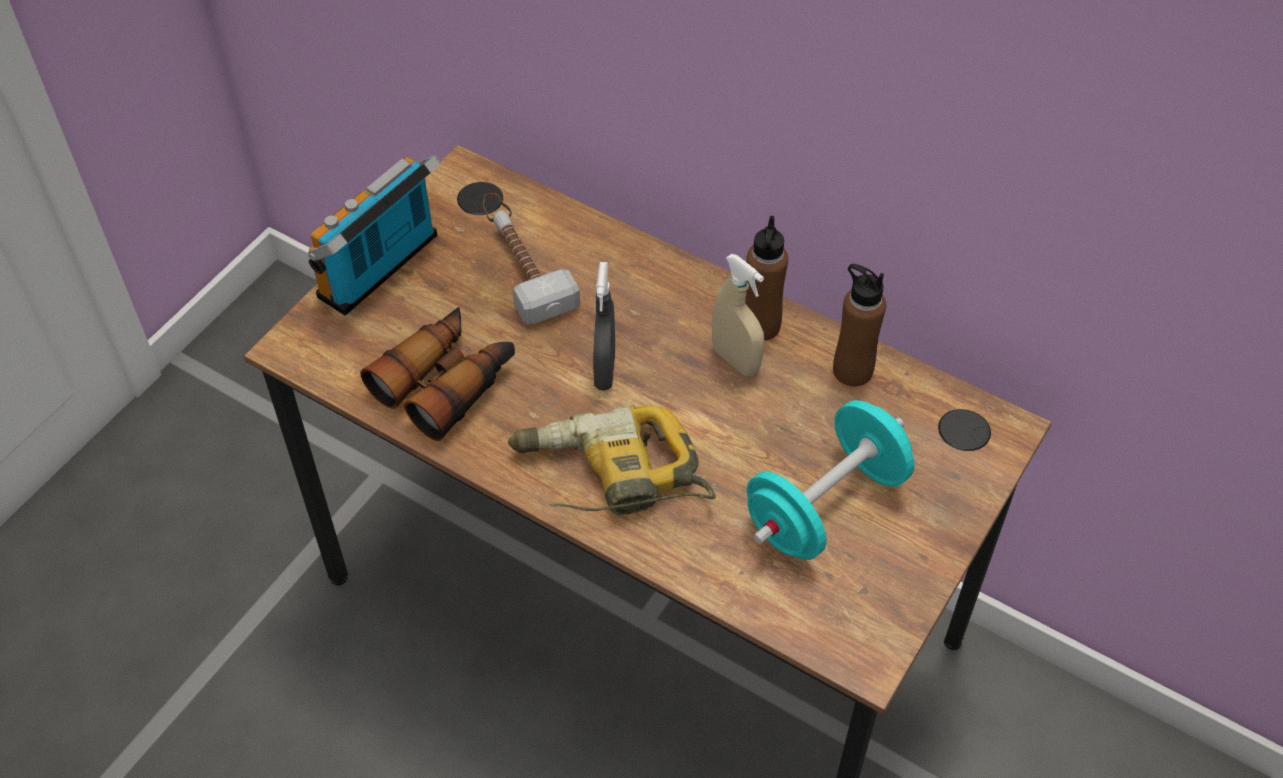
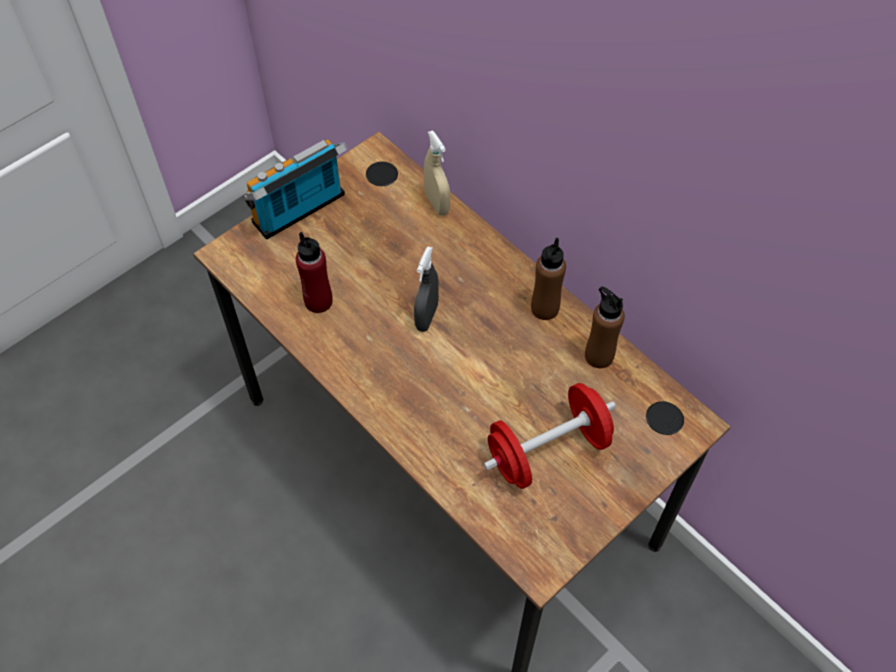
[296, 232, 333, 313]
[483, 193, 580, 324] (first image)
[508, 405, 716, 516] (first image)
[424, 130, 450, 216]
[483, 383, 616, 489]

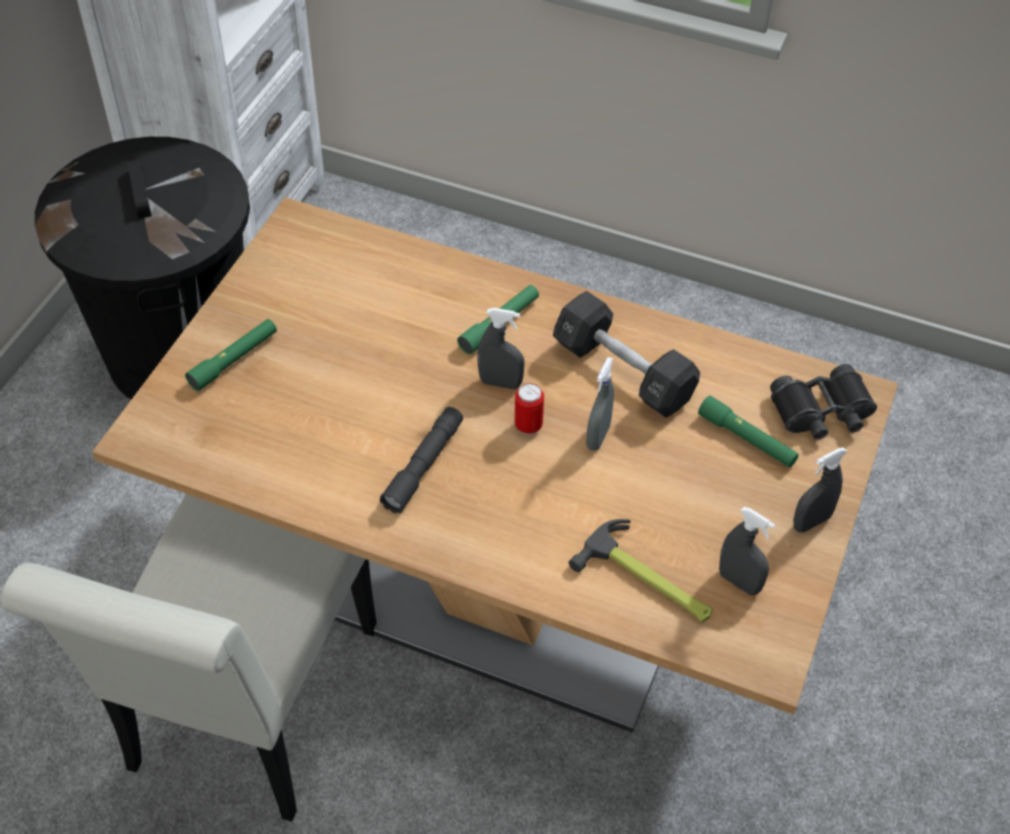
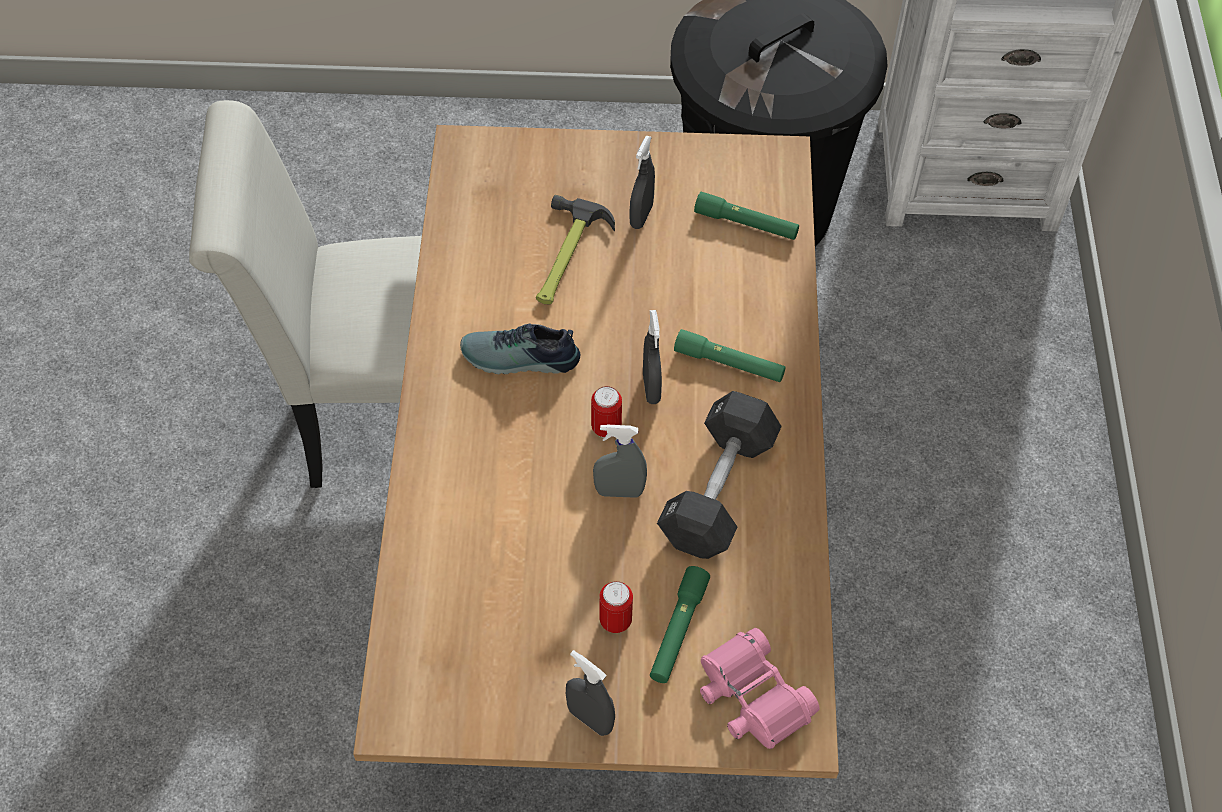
[694, 192, 799, 240]
[460, 324, 580, 374]
[536, 195, 615, 304]
[630, 135, 655, 229]
[700, 628, 820, 749]
[599, 581, 633, 633]

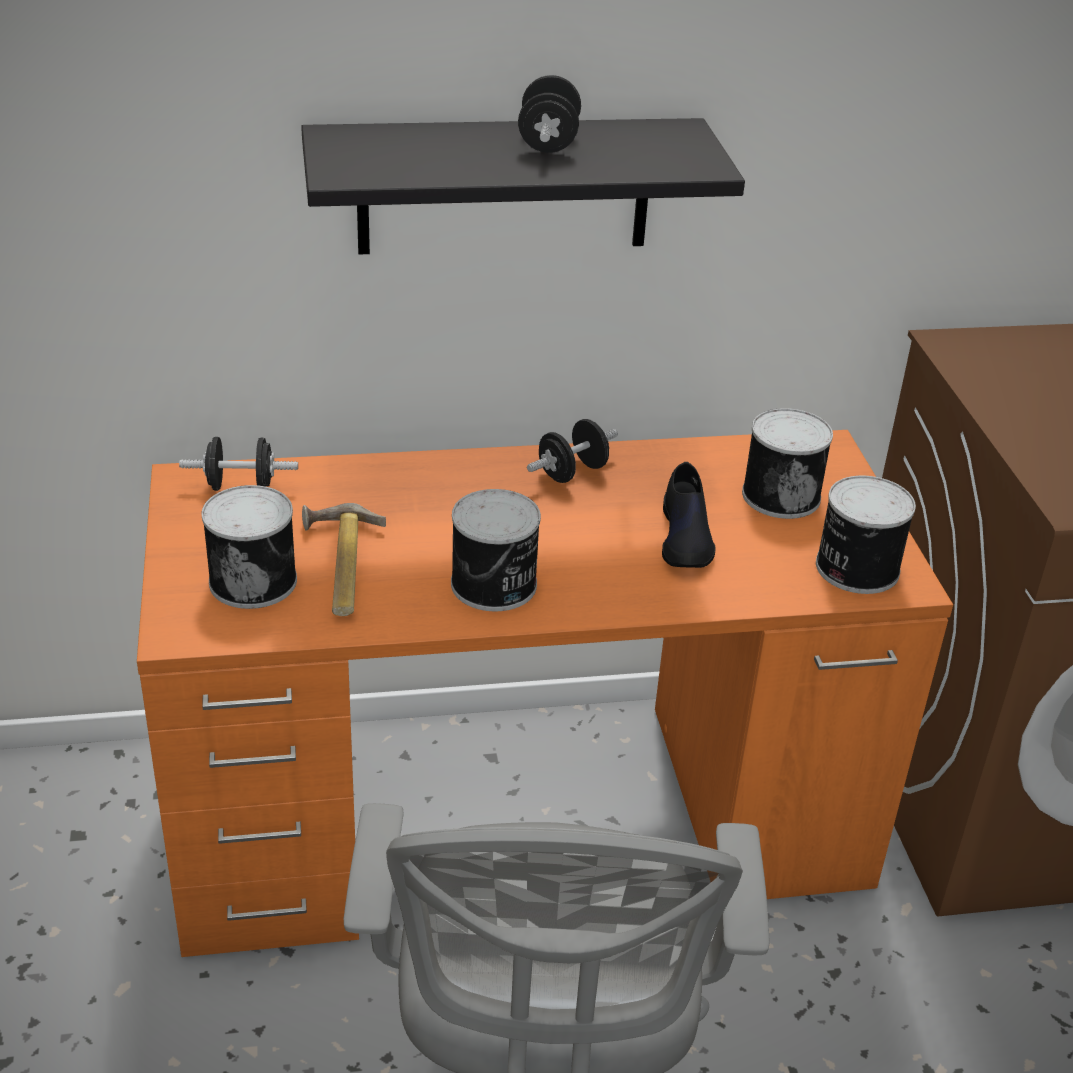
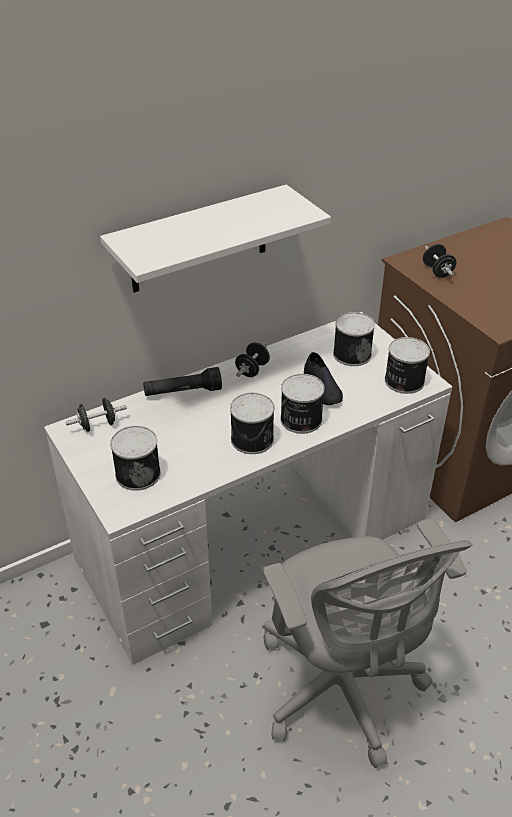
[44, 312, 453, 665]
[100, 185, 331, 293]
[302, 503, 386, 616] (first image)
[423, 244, 456, 278]
[143, 367, 222, 396]
[280, 374, 325, 434]

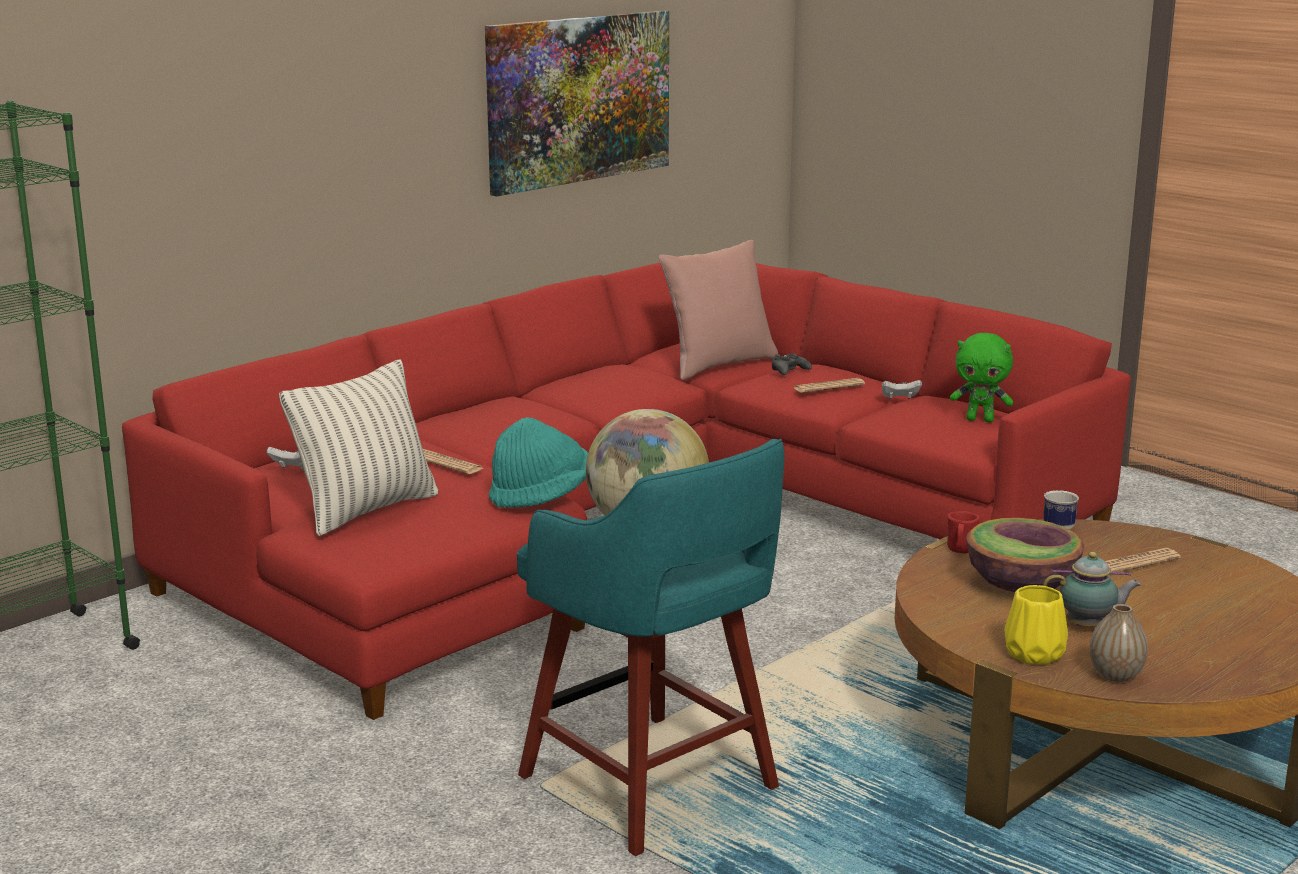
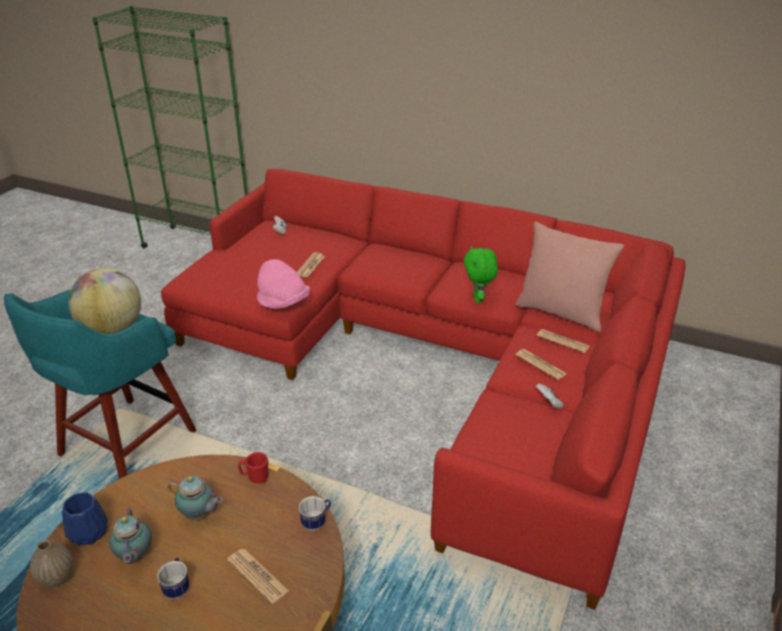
[279, 359, 438, 536] (first image)
[485, 10, 669, 196] (first image)
[257, 259, 310, 309]
[537, 329, 590, 353]
[464, 246, 498, 303]
[168, 475, 223, 520]
[62, 492, 108, 546]
[157, 557, 189, 599]

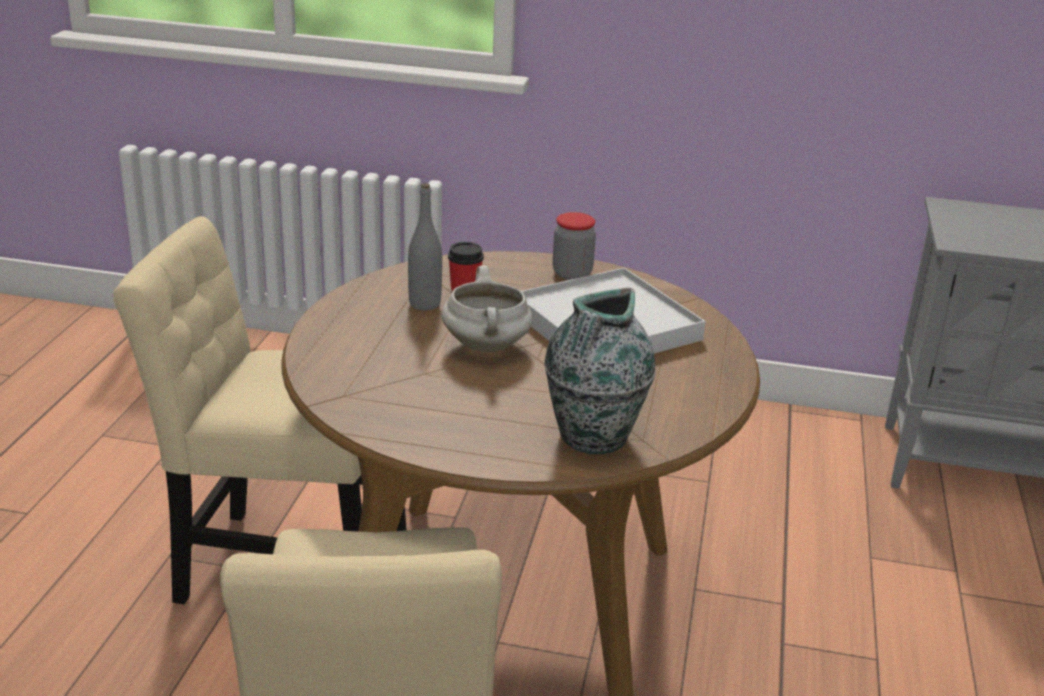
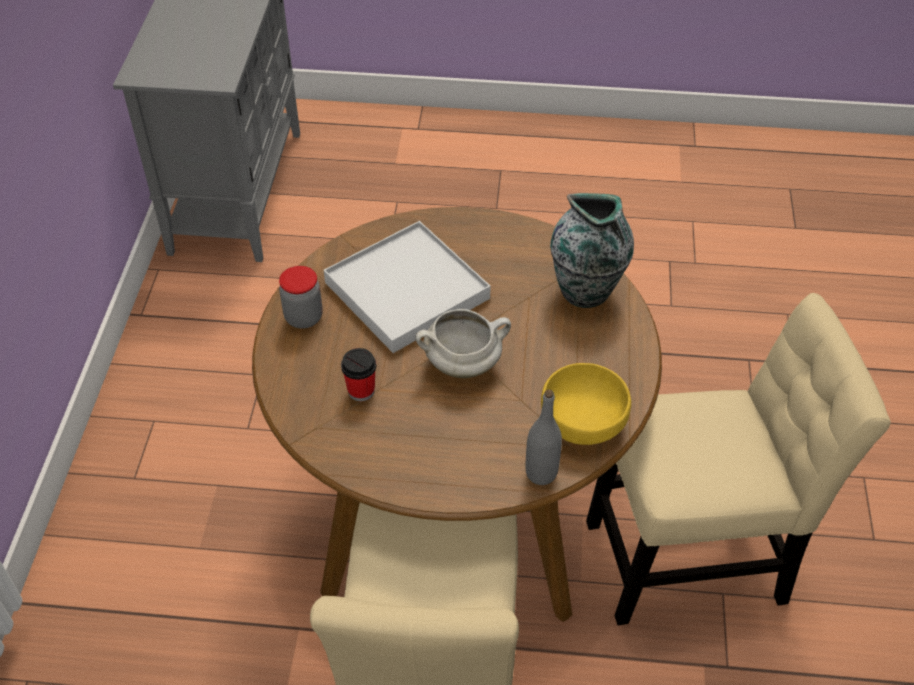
[525, 390, 562, 485]
[541, 363, 631, 445]

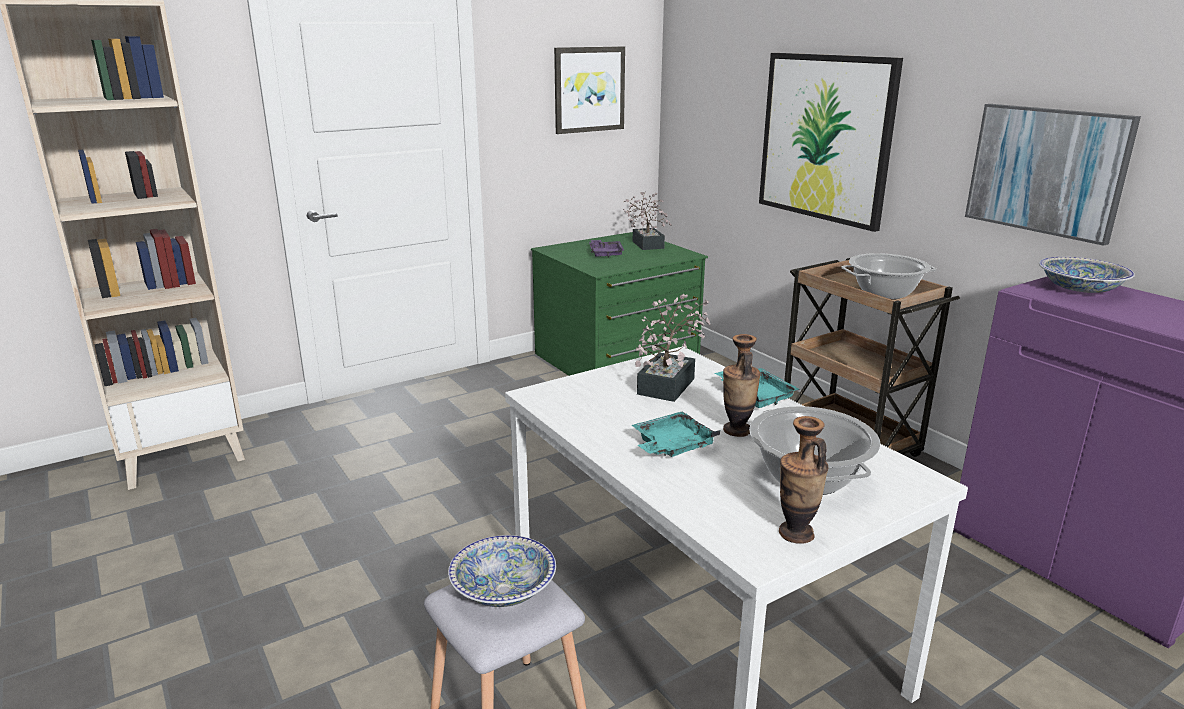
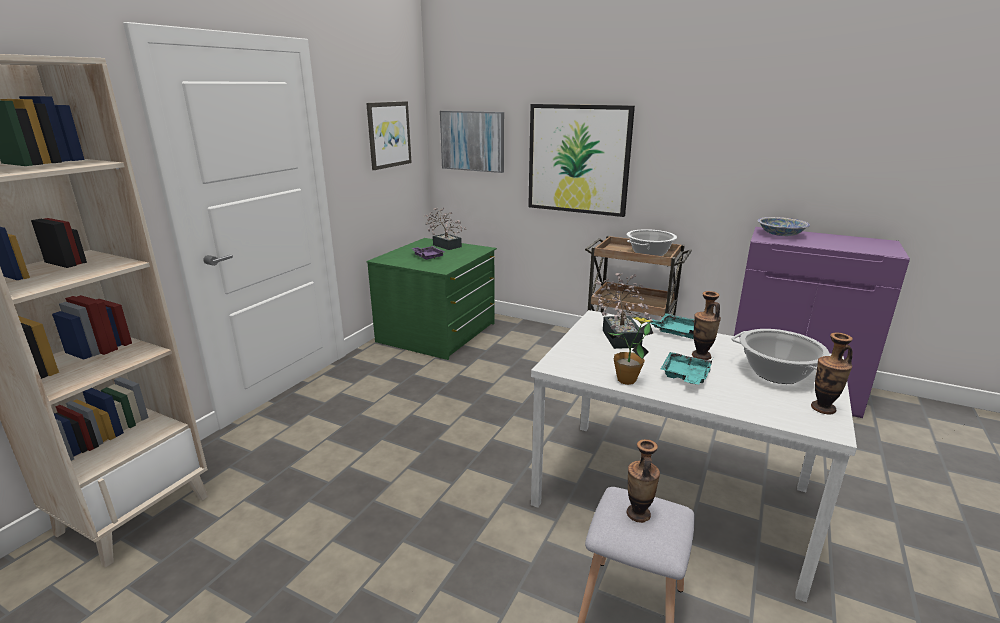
[627, 439, 660, 523]
[440, 111, 504, 173]
[607, 317, 653, 385]

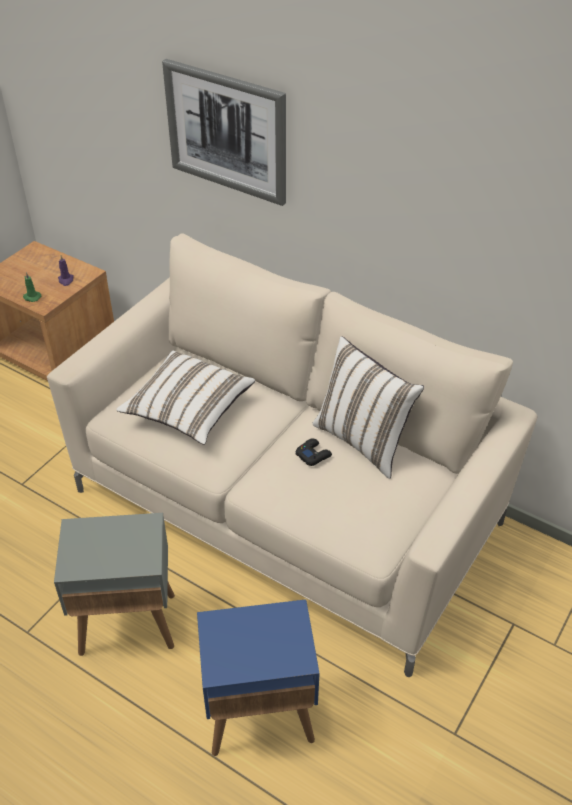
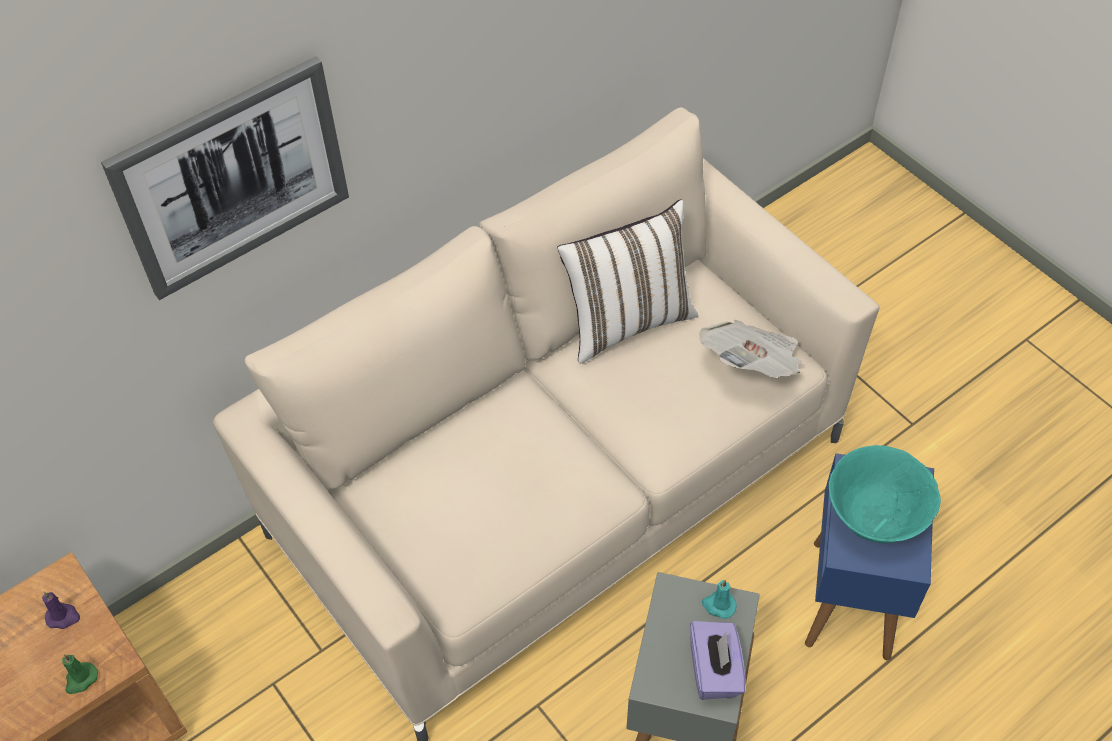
[116, 351, 255, 445] (first image)
[296, 438, 332, 466] (first image)
[690, 621, 746, 700]
[699, 320, 802, 378]
[702, 580, 737, 619]
[829, 445, 941, 543]

